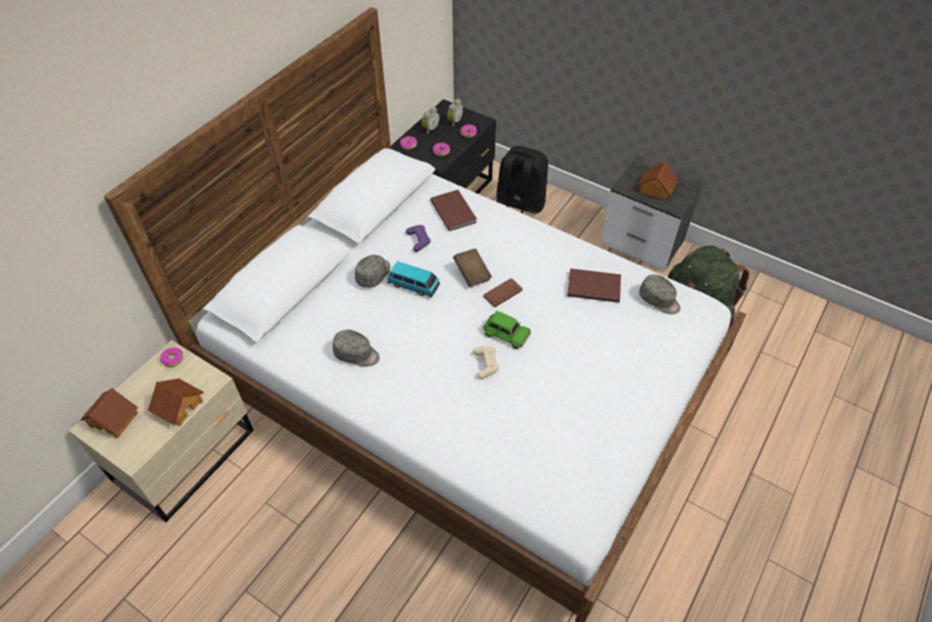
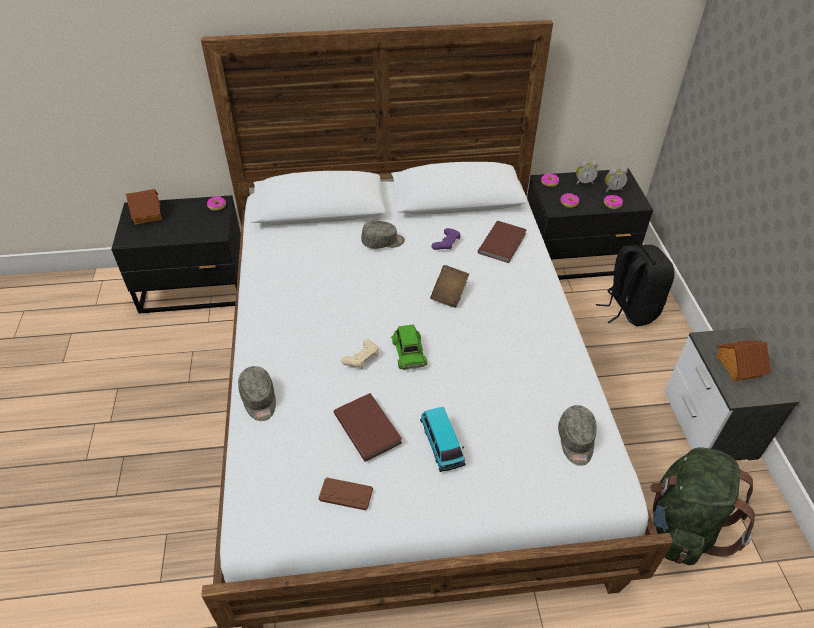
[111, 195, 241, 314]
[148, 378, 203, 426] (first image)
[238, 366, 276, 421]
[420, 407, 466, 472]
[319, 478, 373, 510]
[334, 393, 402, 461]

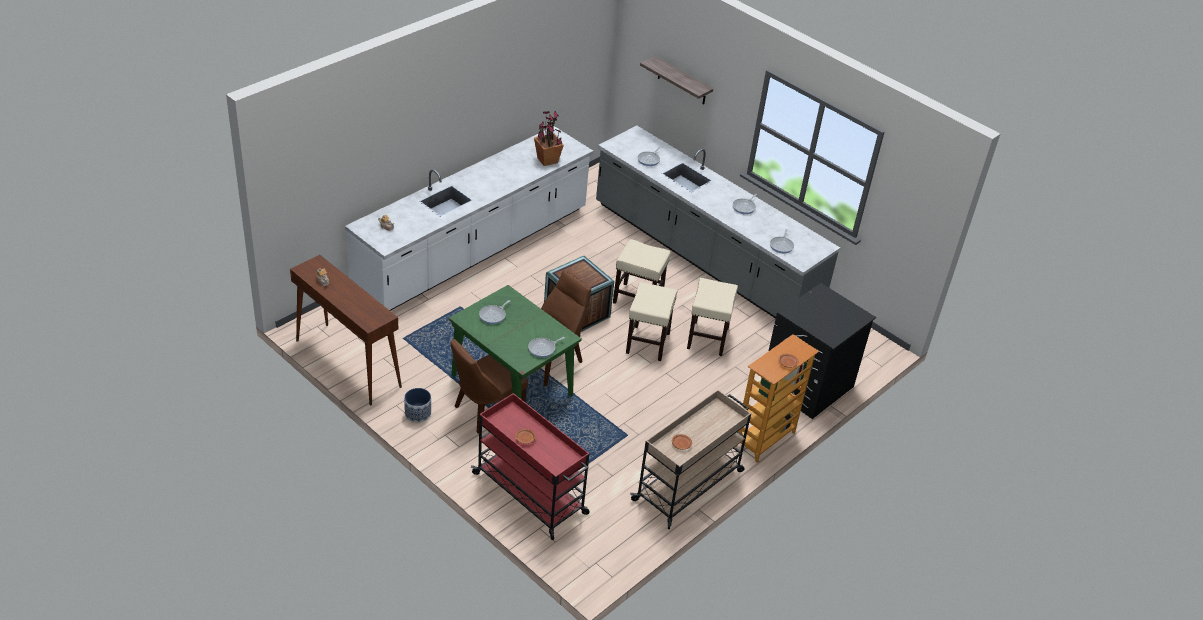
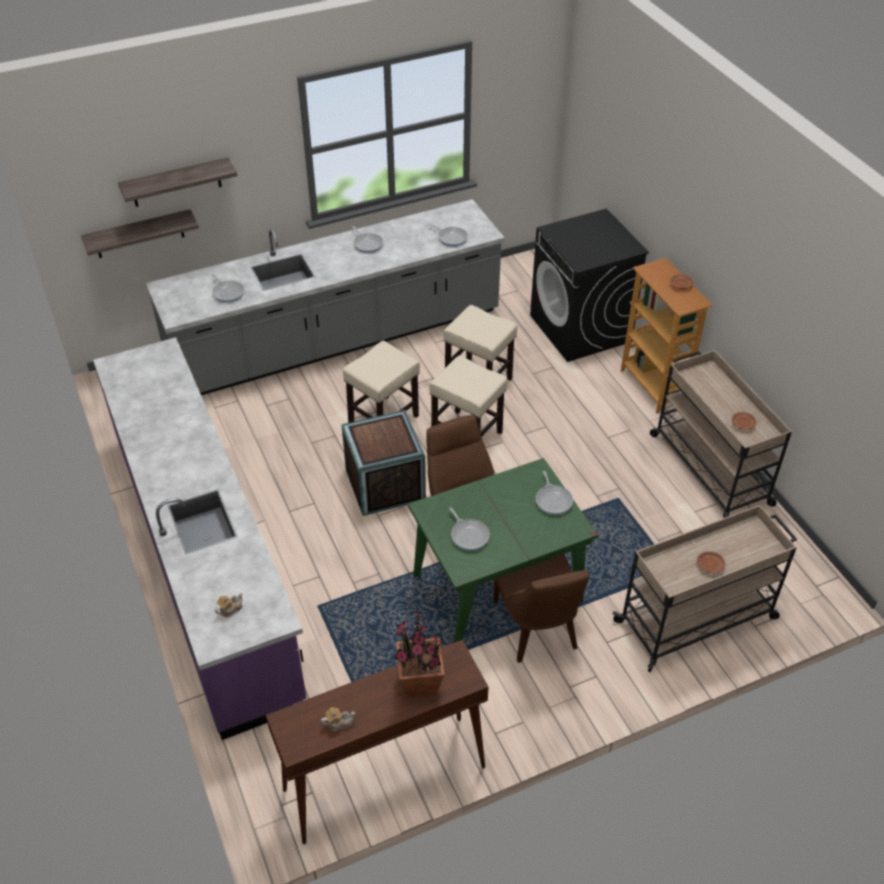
[93, 337, 307, 740]
[404, 388, 431, 423] (first image)
[612, 505, 797, 672]
[394, 611, 447, 697]
[81, 209, 199, 258]

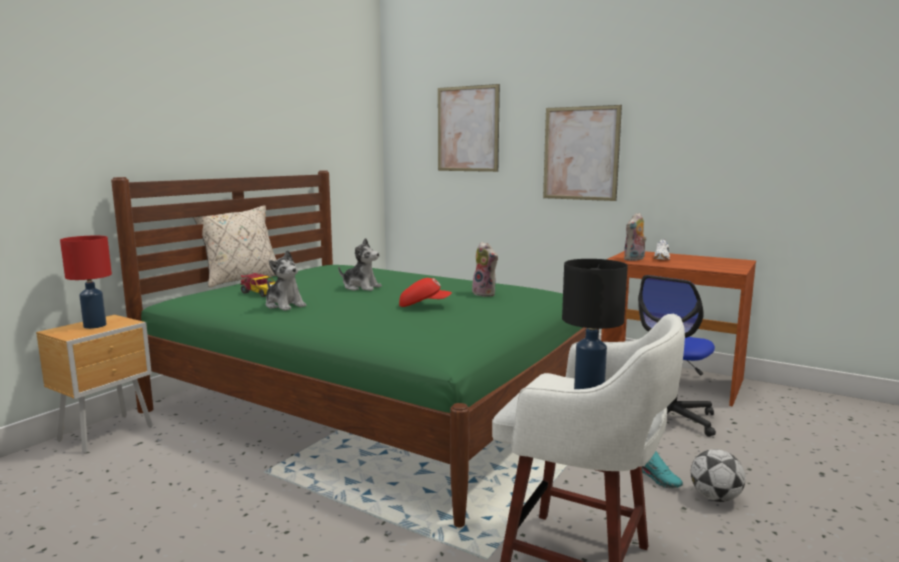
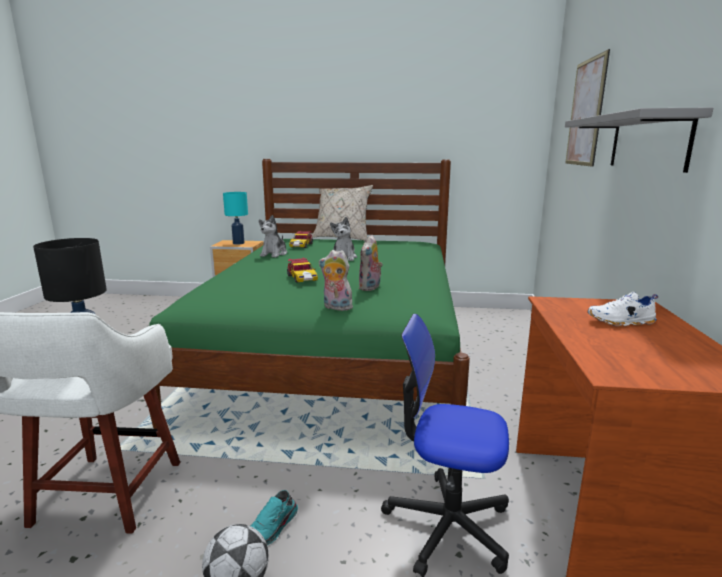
[223, 192, 248, 245]
[287, 257, 318, 283]
[565, 107, 713, 173]
[319, 250, 354, 311]

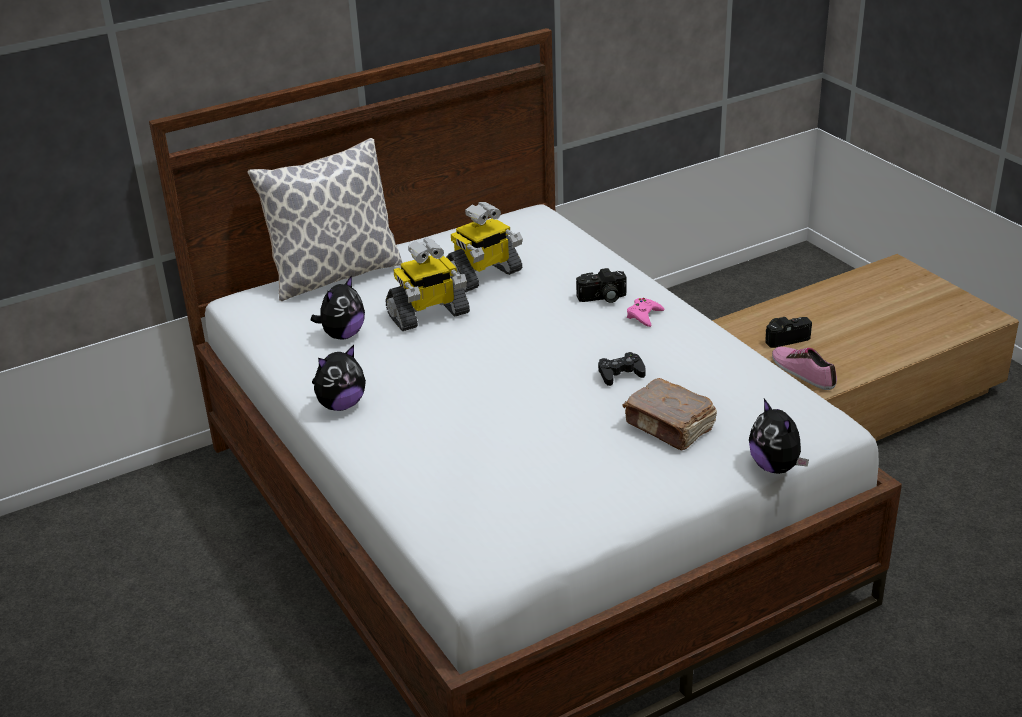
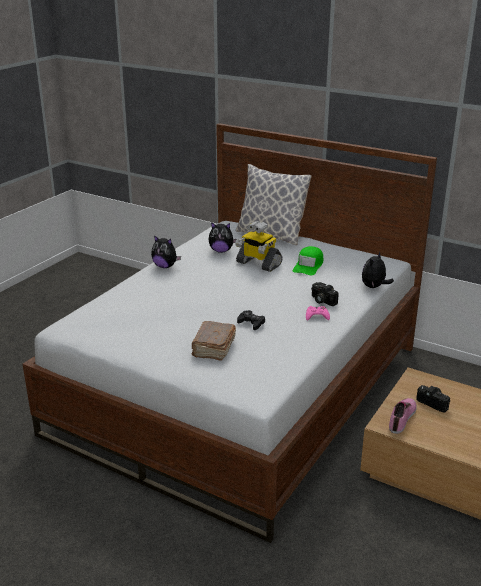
[293, 246, 323, 275]
[362, 252, 394, 288]

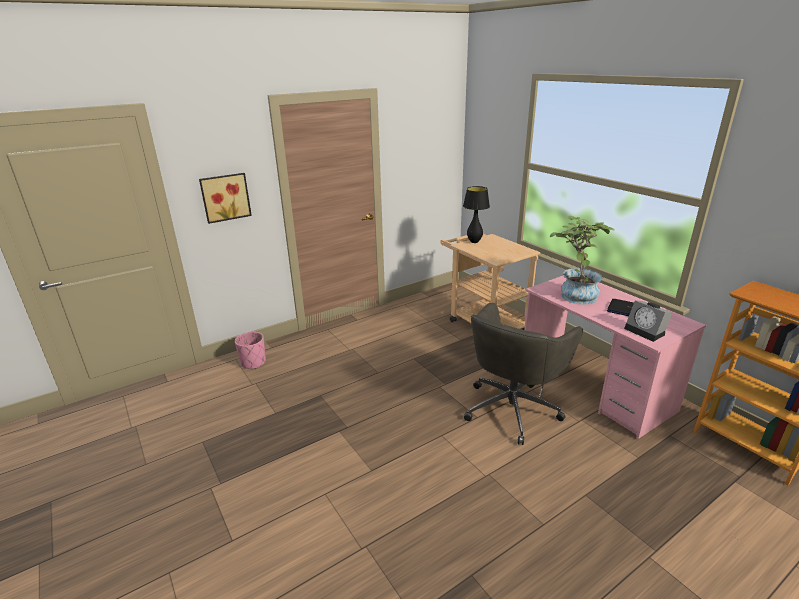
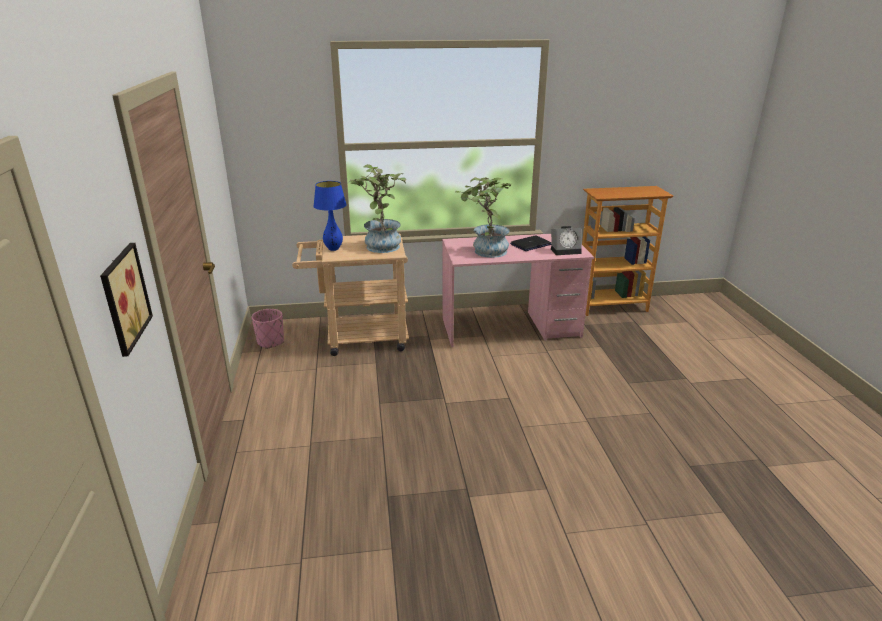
[252, 309, 284, 349]
[313, 181, 347, 251]
[464, 303, 583, 445] (first image)
[348, 164, 406, 253]

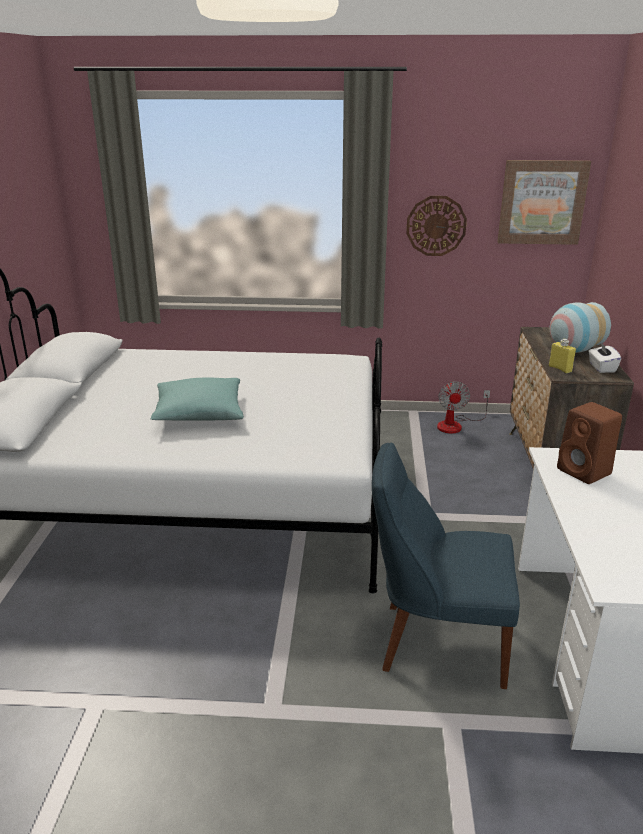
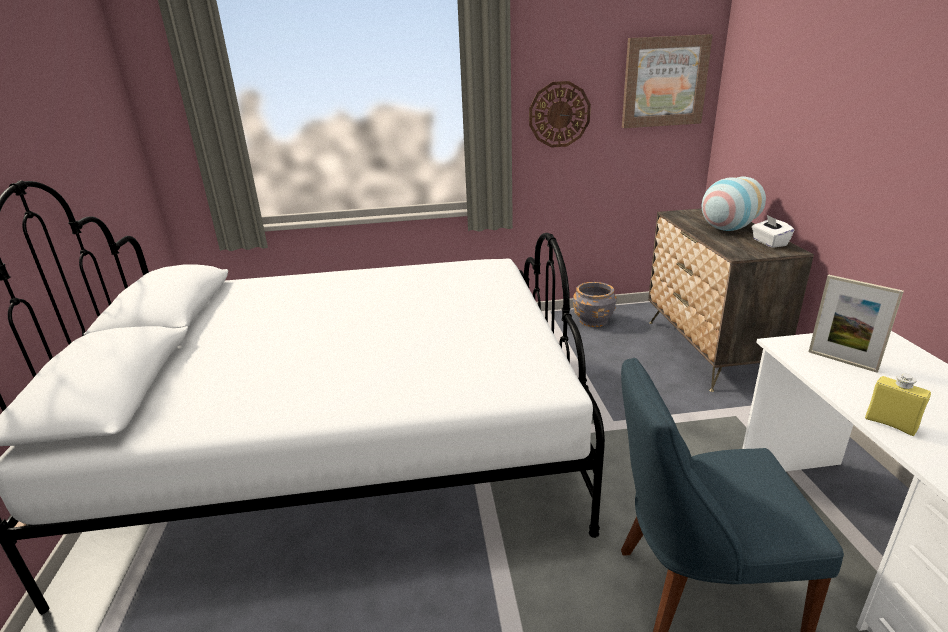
[151, 377, 244, 421] (first image)
[573, 282, 617, 327]
[865, 374, 931, 436]
[809, 275, 904, 373]

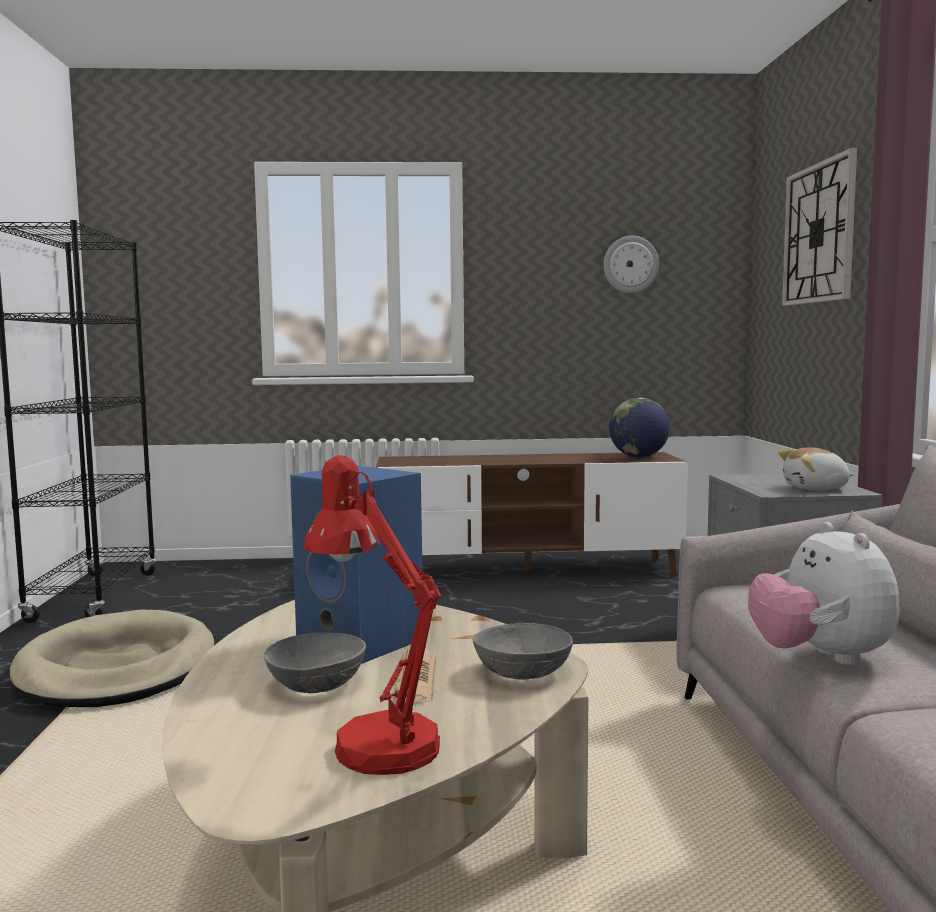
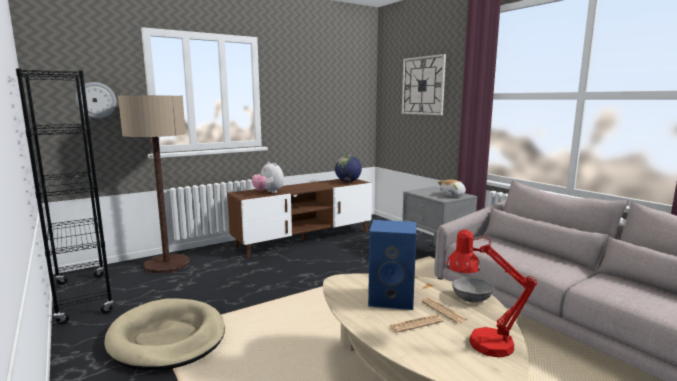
[389, 314, 443, 333]
[75, 82, 116, 118]
[252, 161, 284, 193]
[118, 95, 190, 273]

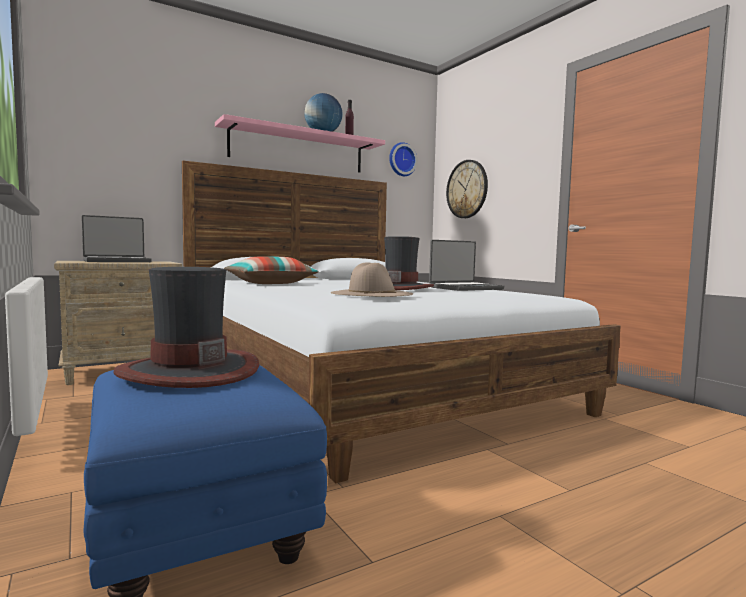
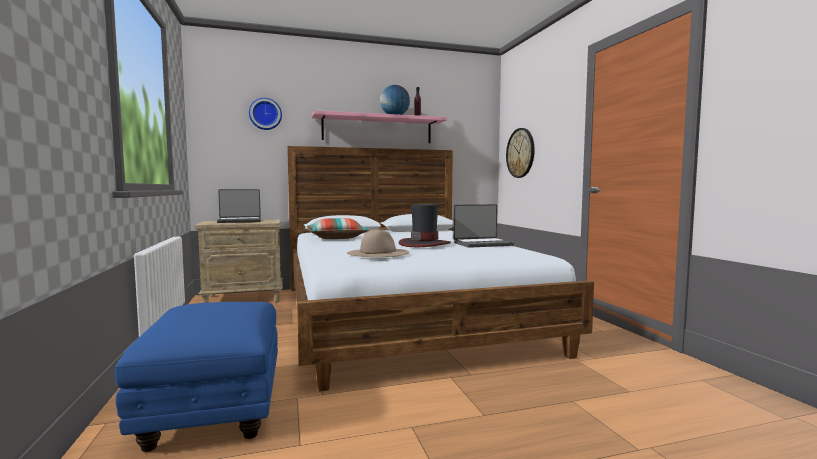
[113, 267, 259, 388] (first image)
[249, 98, 282, 130]

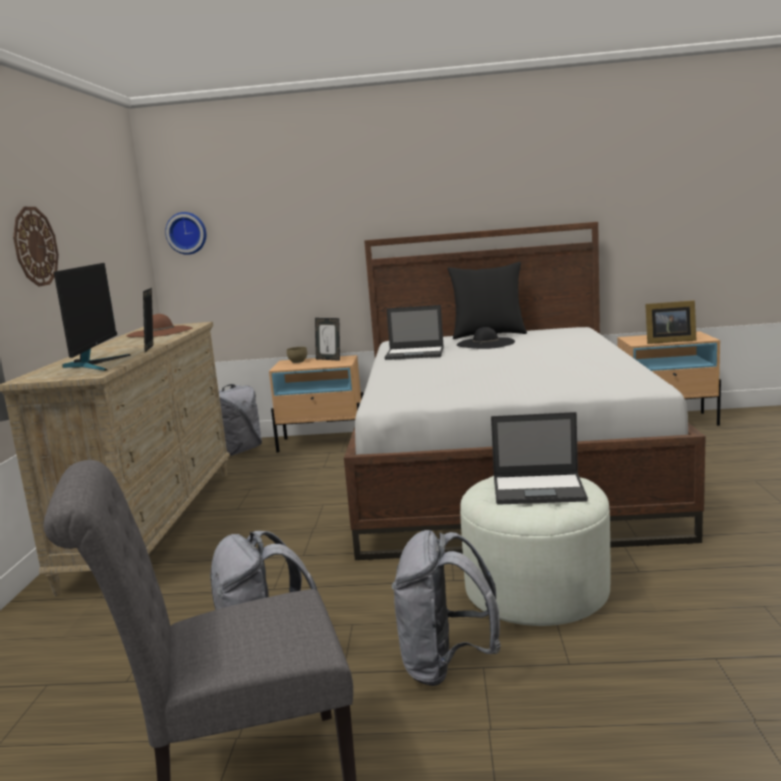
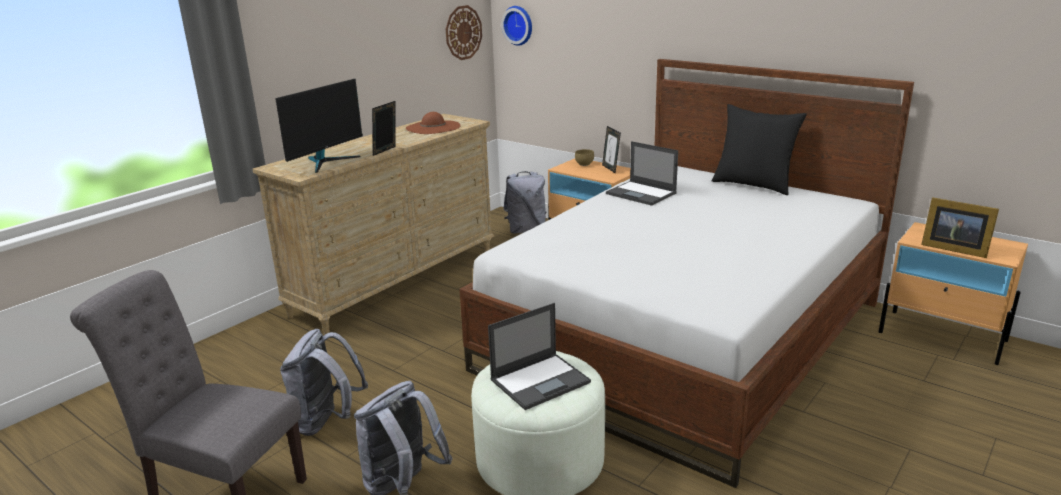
[446, 5, 482, 60]
[457, 327, 515, 349] (first image)
[488, 303, 591, 410]

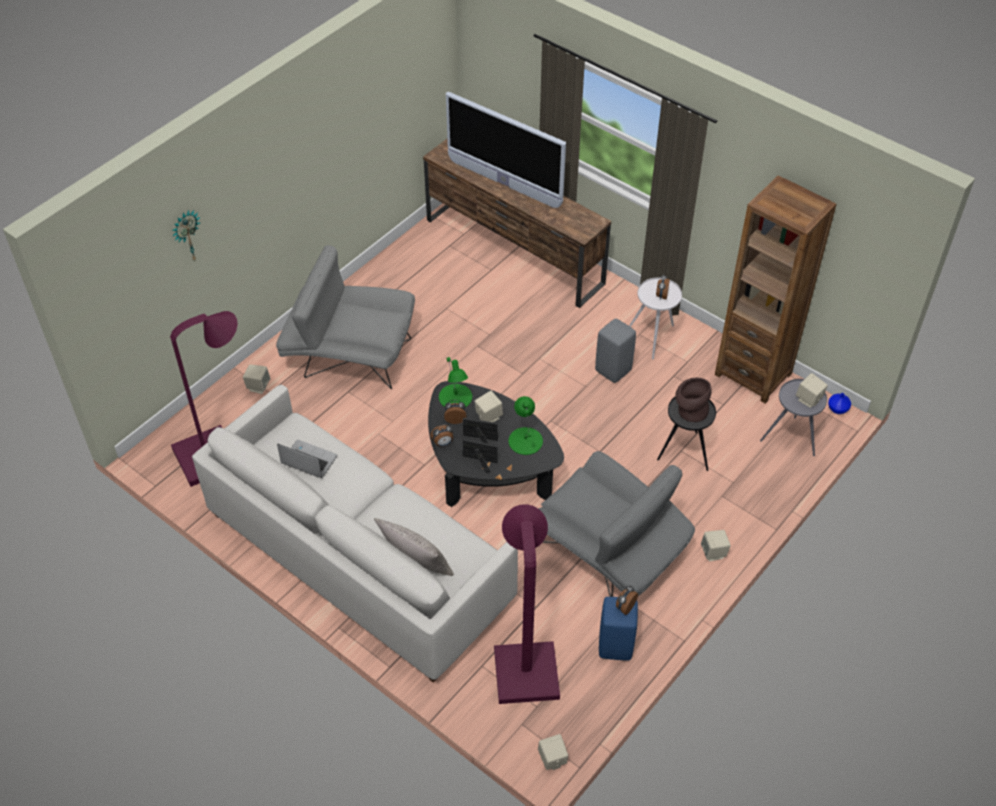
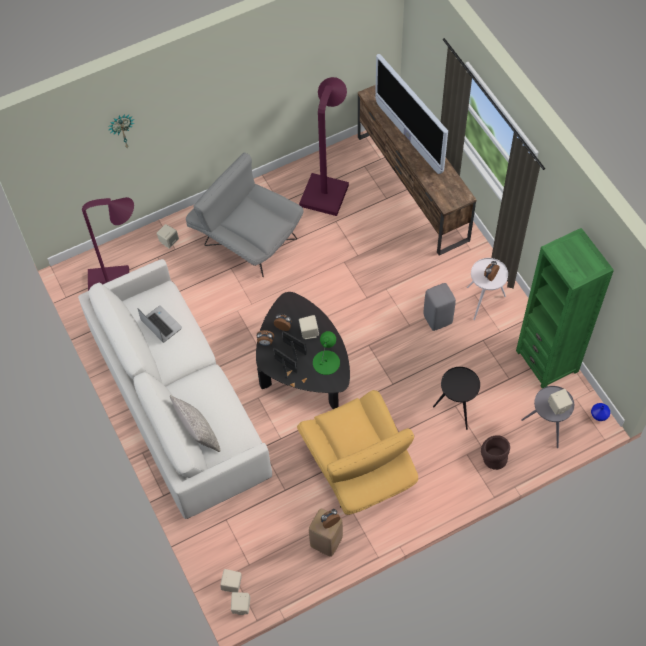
[439, 357, 472, 407] (first image)
[299, 77, 349, 216]
[297, 390, 418, 515]
[309, 509, 343, 557]
[481, 435, 510, 470]
[220, 569, 241, 592]
[516, 228, 614, 389]

